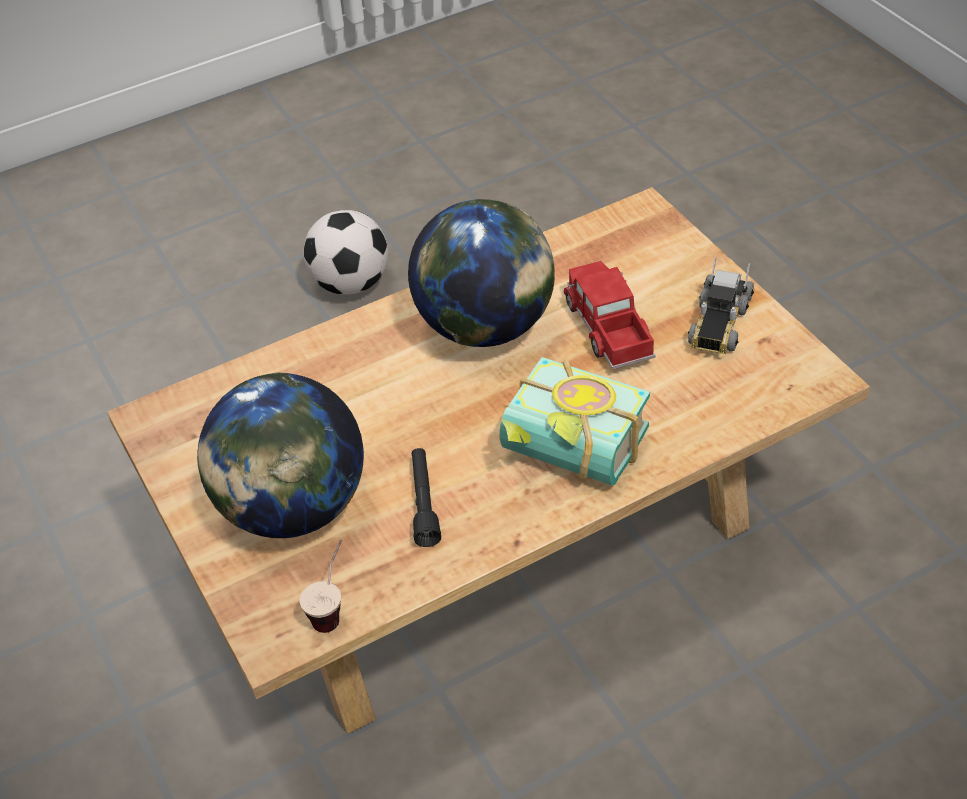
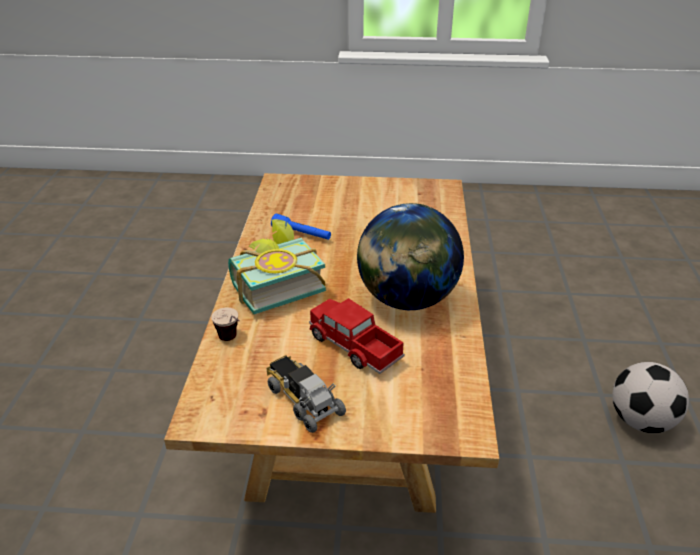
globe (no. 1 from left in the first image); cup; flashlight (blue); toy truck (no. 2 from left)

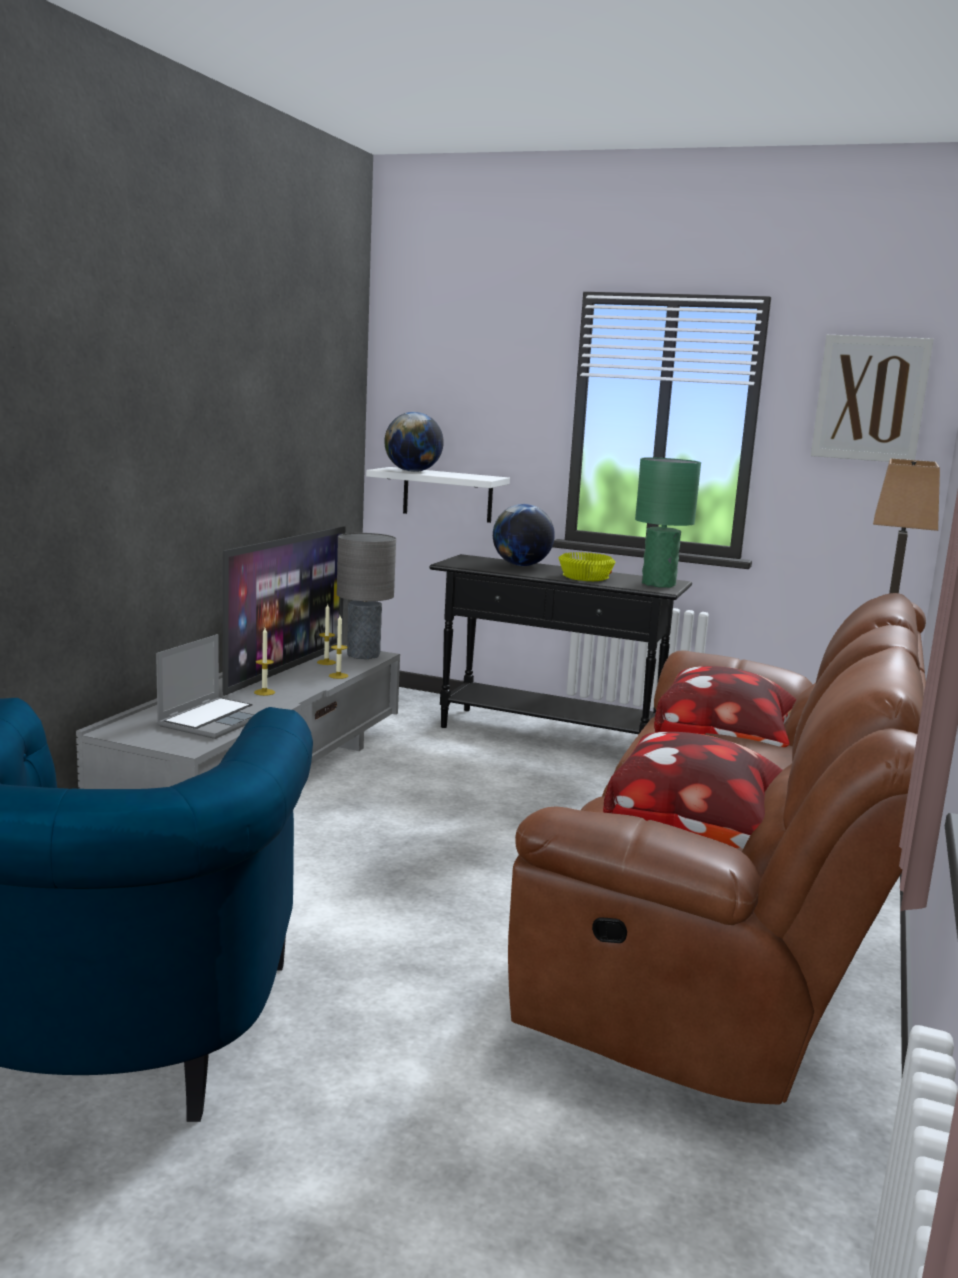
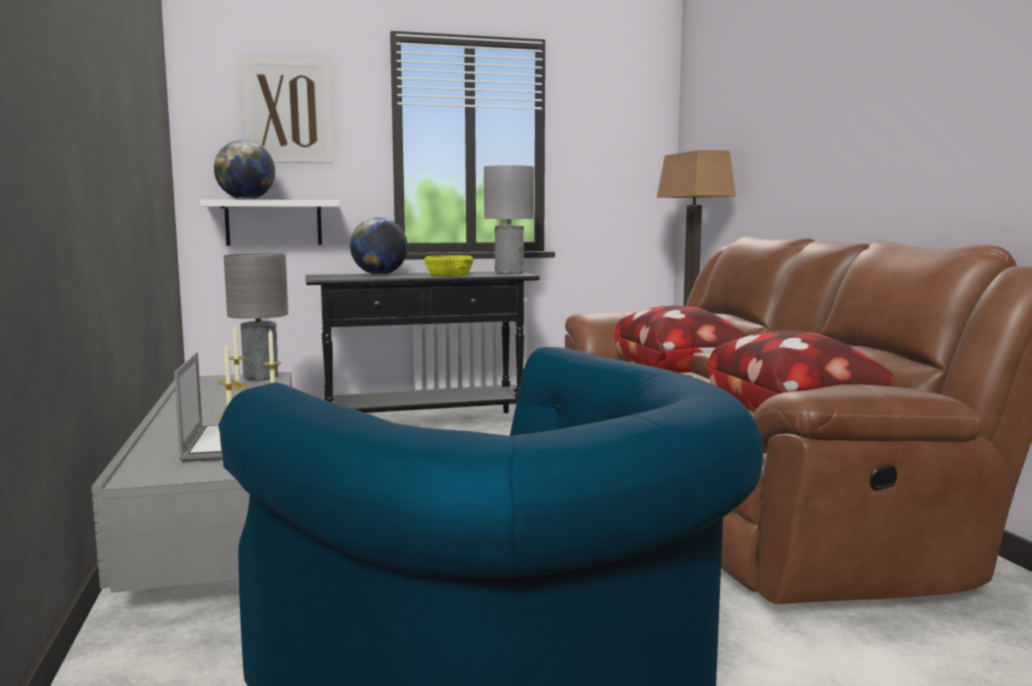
television; table lamp (grey) (no. 2 from left); picture

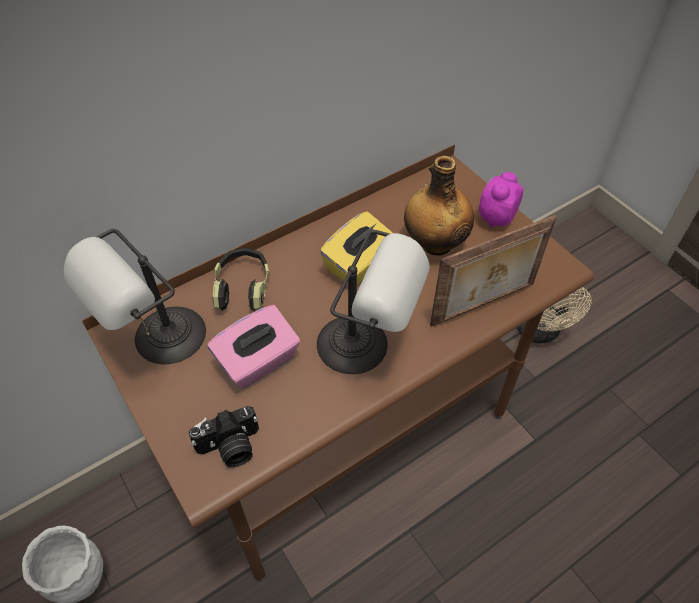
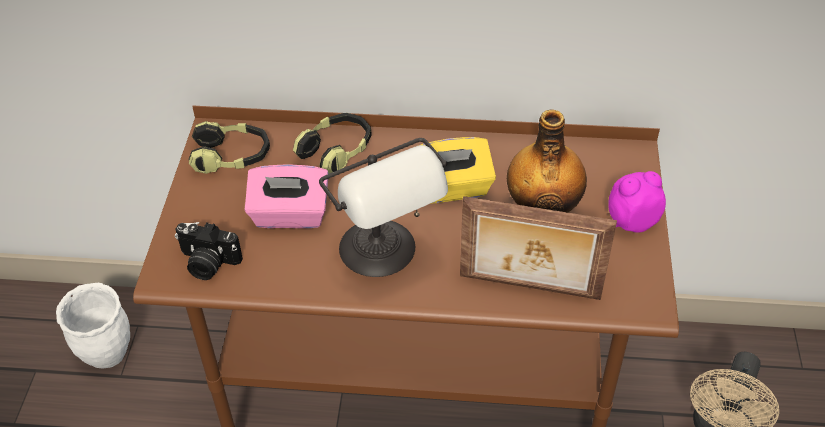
headphones (no. 1 from left)

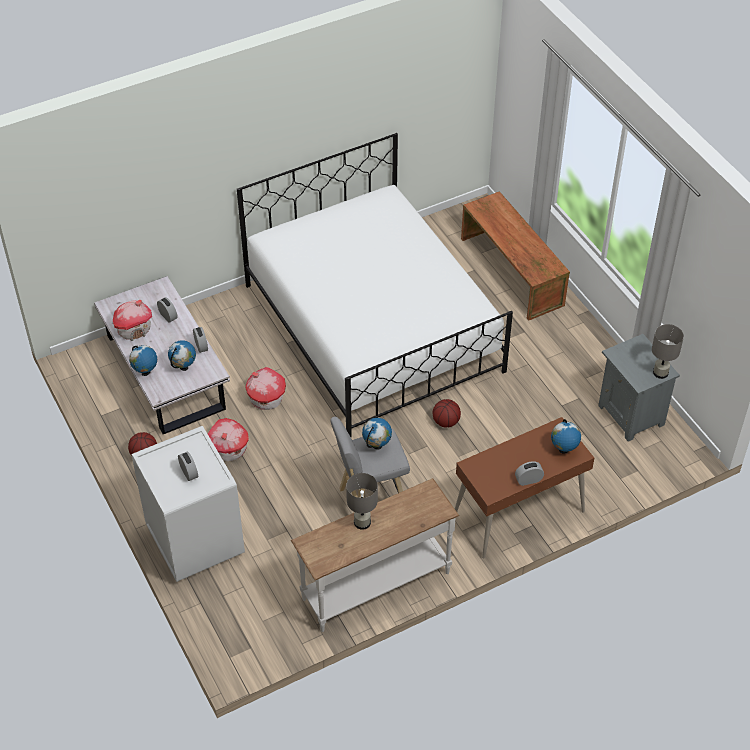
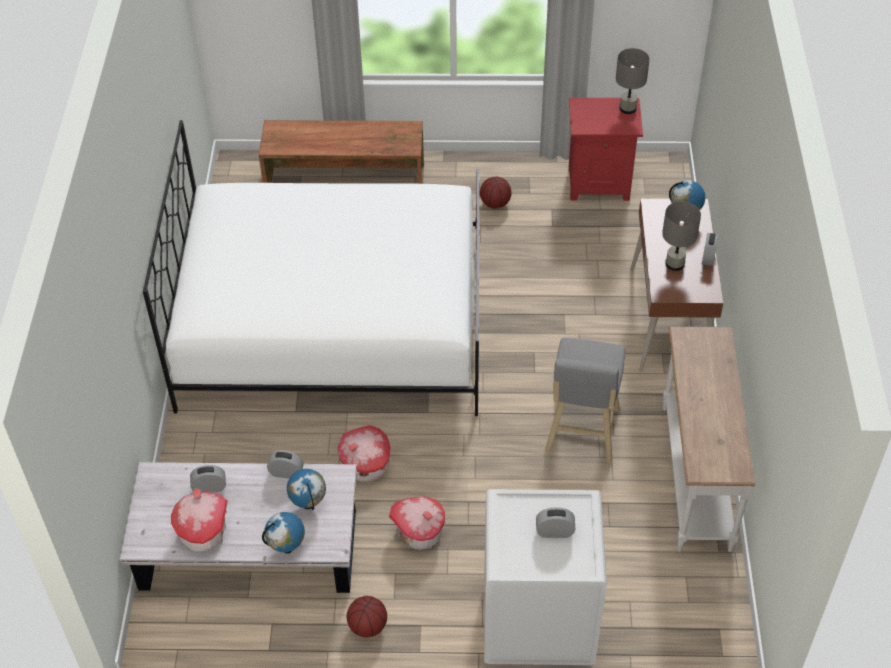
table lamp (grey) (no. 2 from left); globe (no. 3 from left in the first image); basketball (no. 2 from left); nightstand (red)

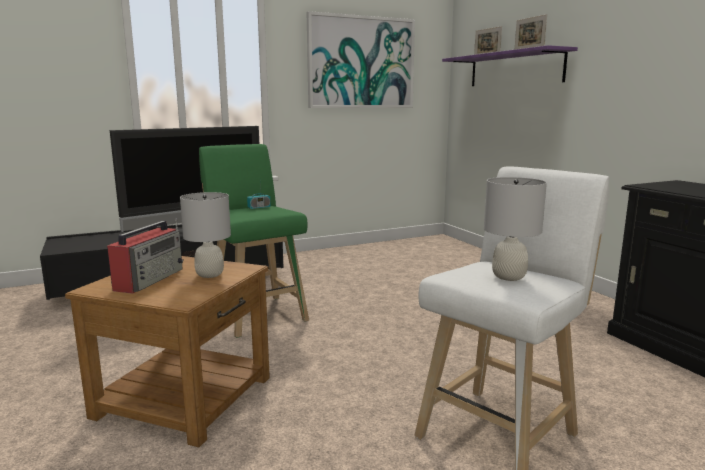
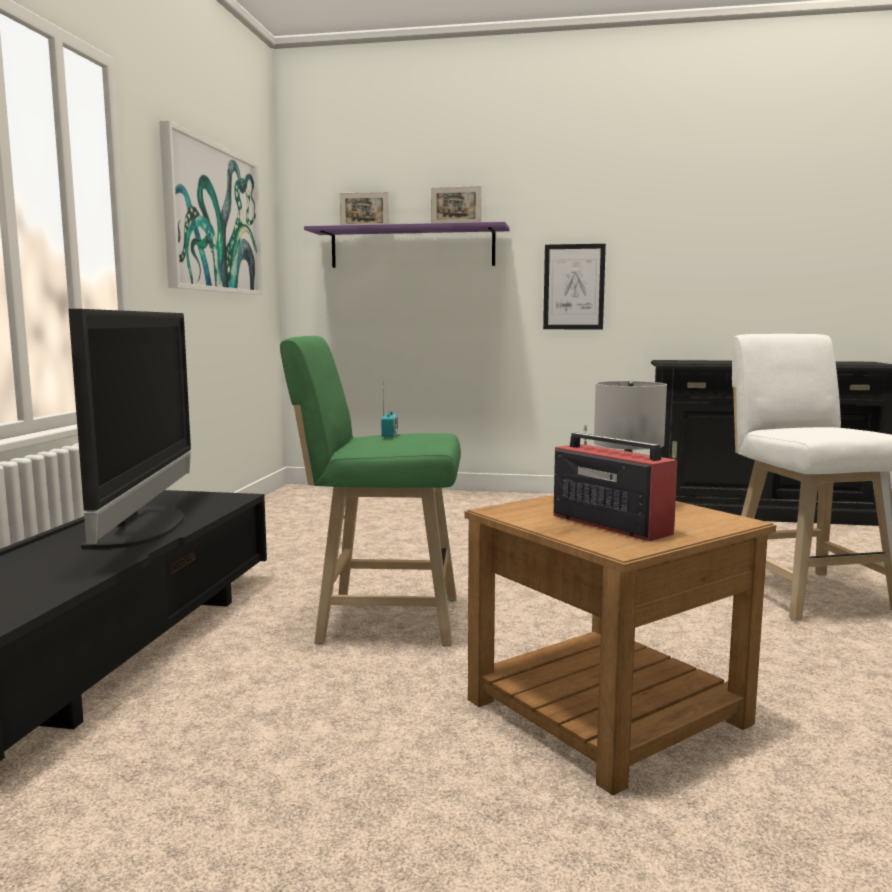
table lamp (grey) (no. 2 from left in the first image); picture (no. 2 from left)

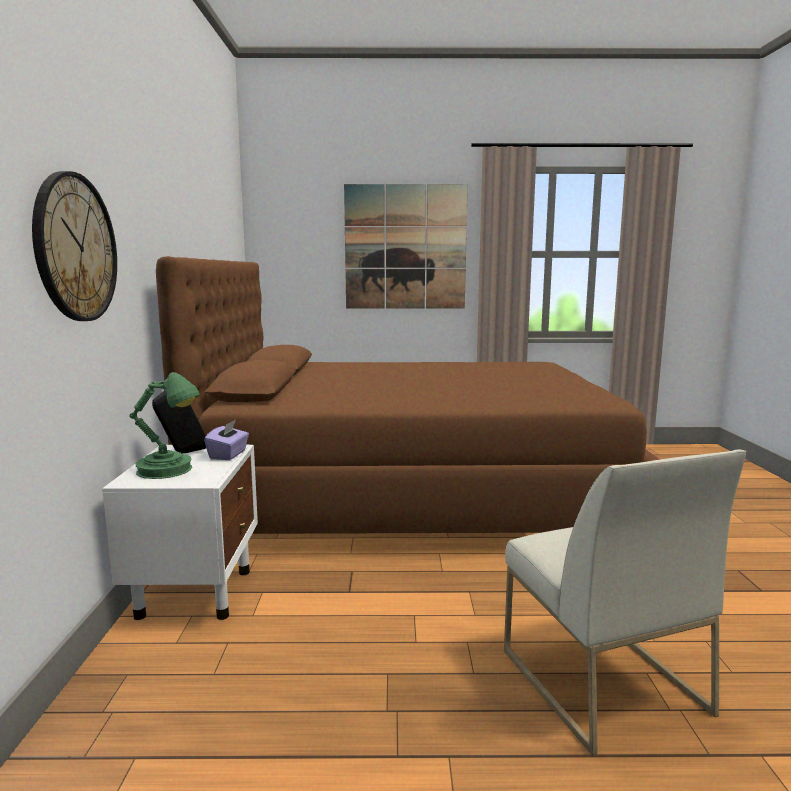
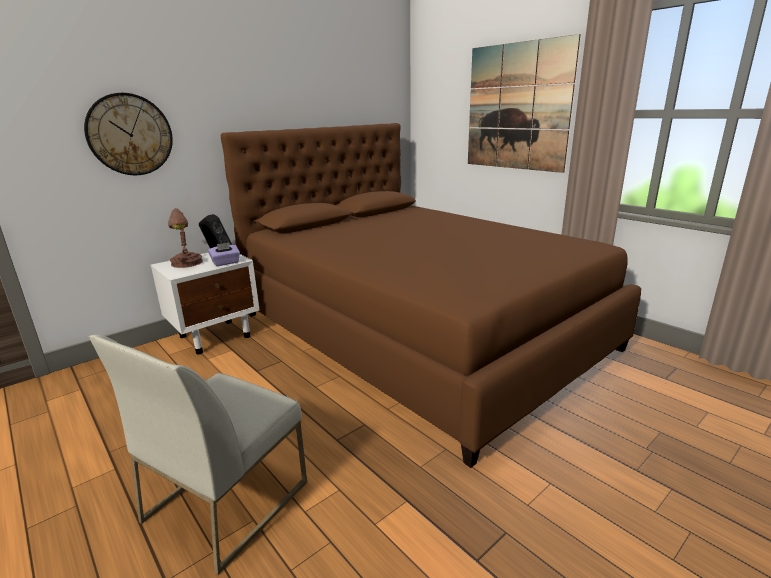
table lamp (brown)

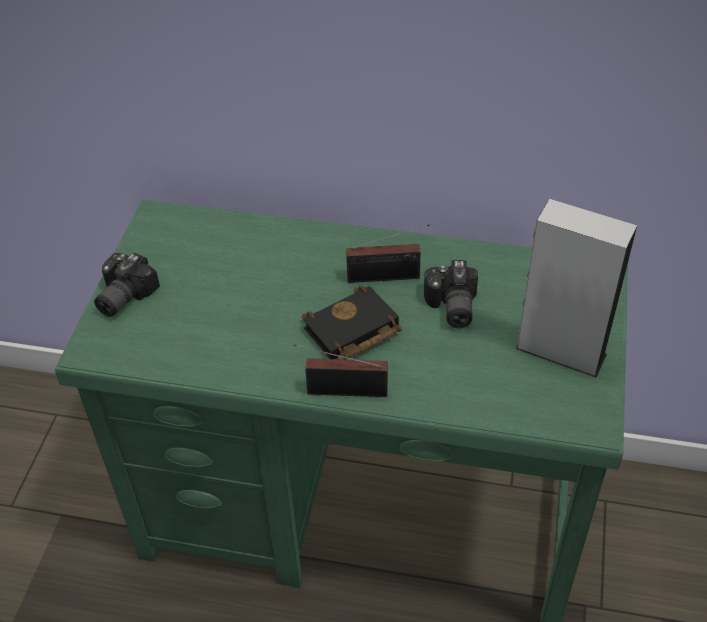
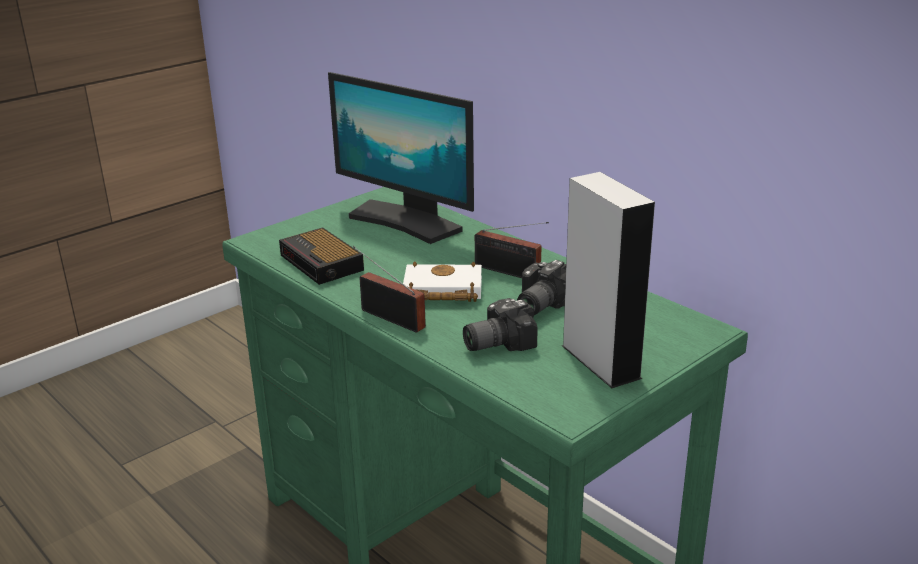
photo camera (no. 1 from left); book (white); alarm clock; monitor

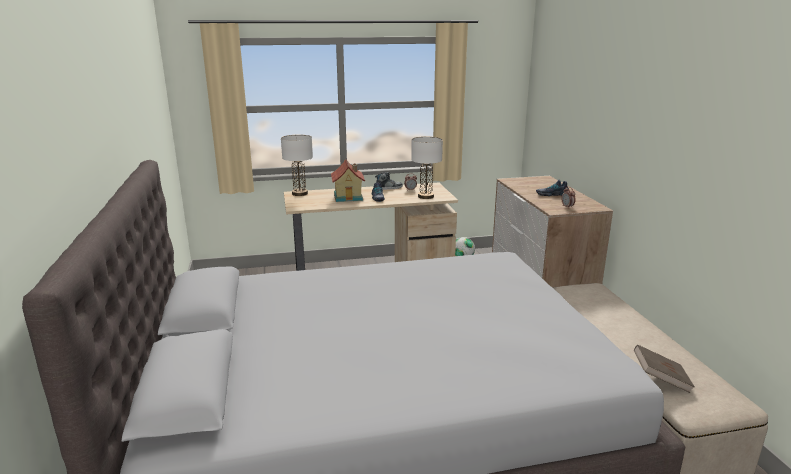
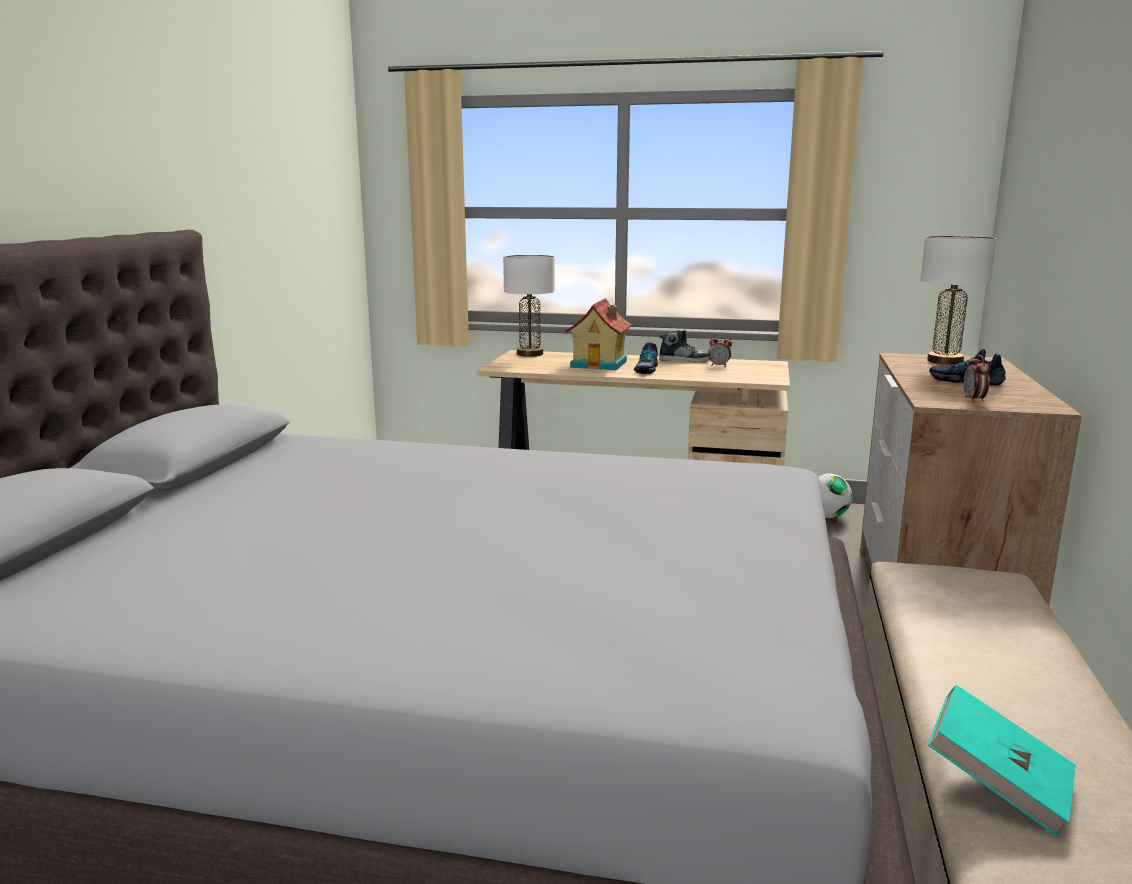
table lamp (no. 2 from left); book (turquoise)

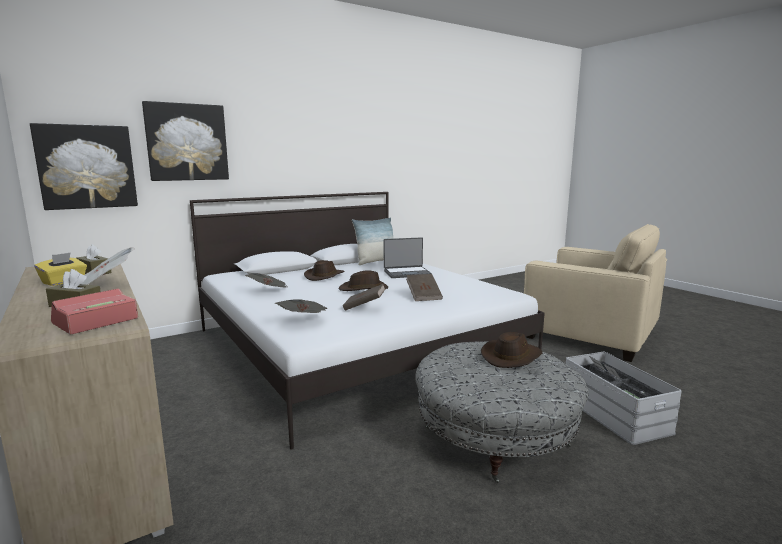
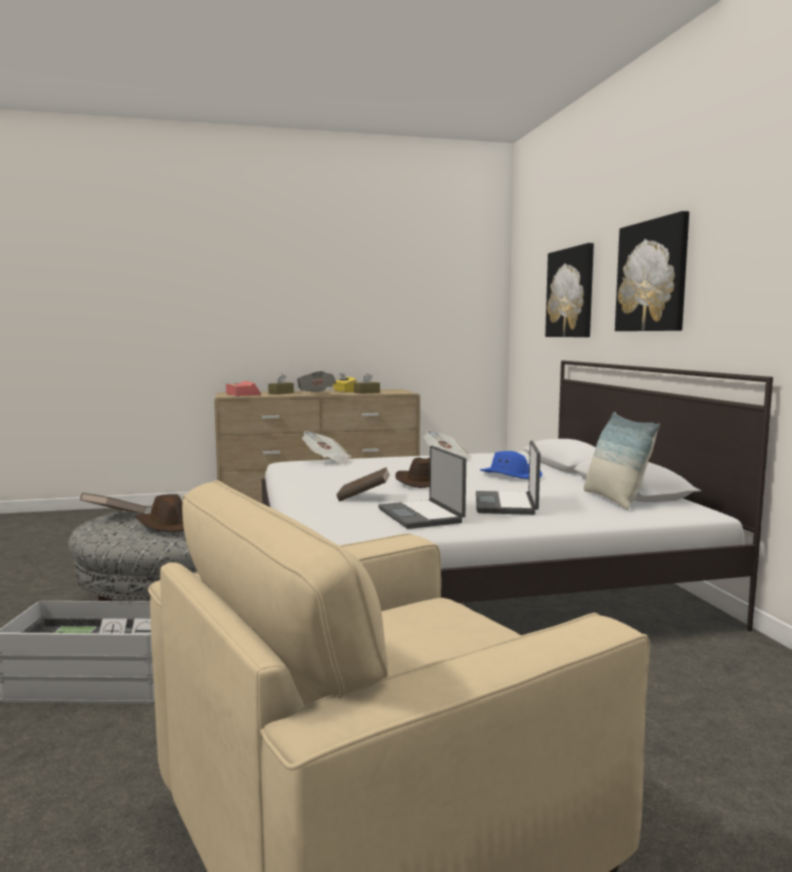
picture (no. 2 from left); hat (blue); book (brown) (no. 1 from left); laptop (no. 1 from left)

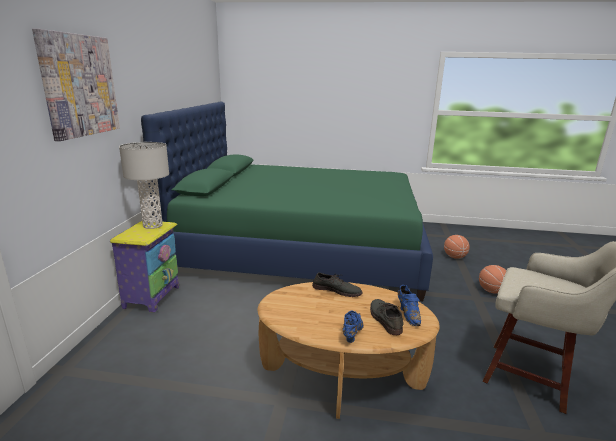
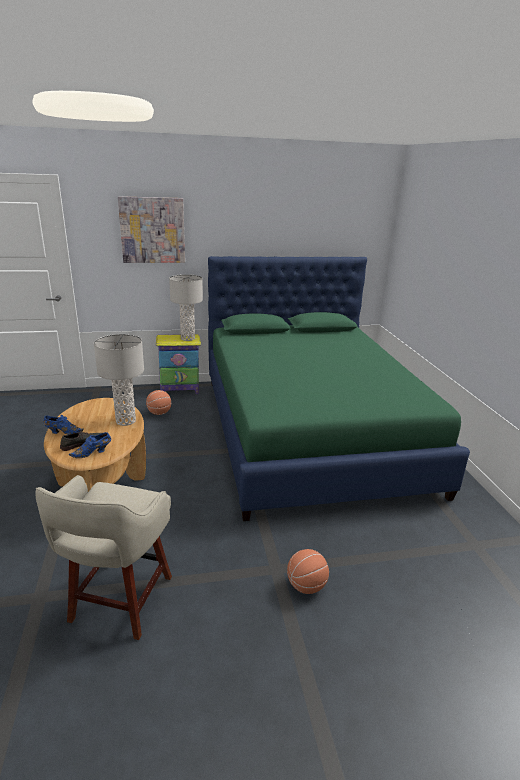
table lamp (white) (no. 1 from left); basketball (no. 1 from left)

